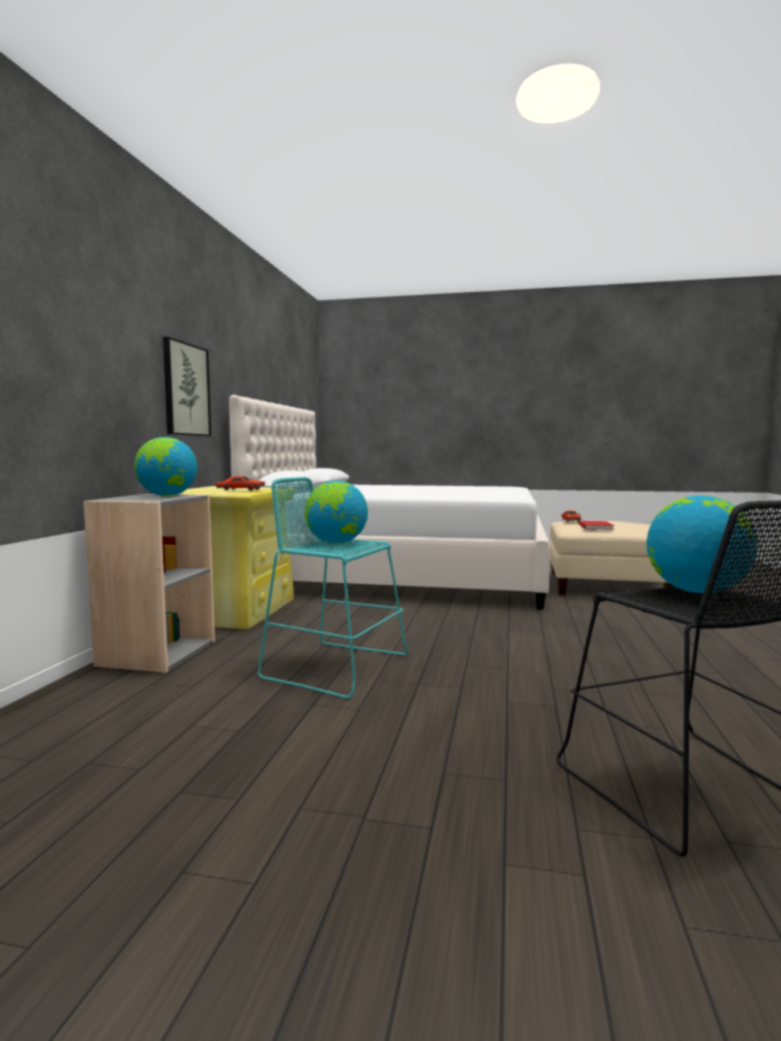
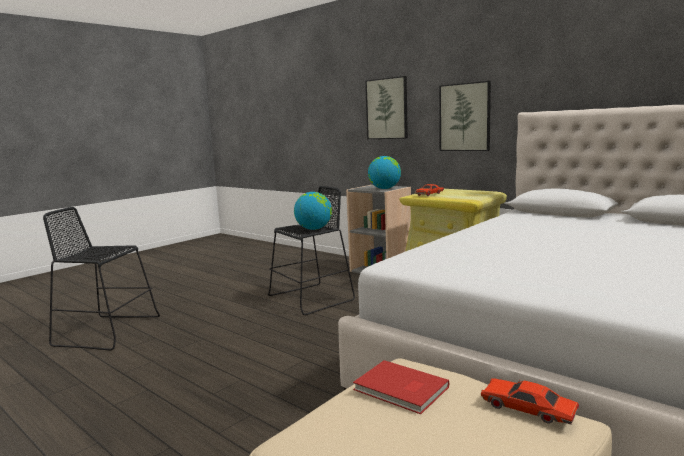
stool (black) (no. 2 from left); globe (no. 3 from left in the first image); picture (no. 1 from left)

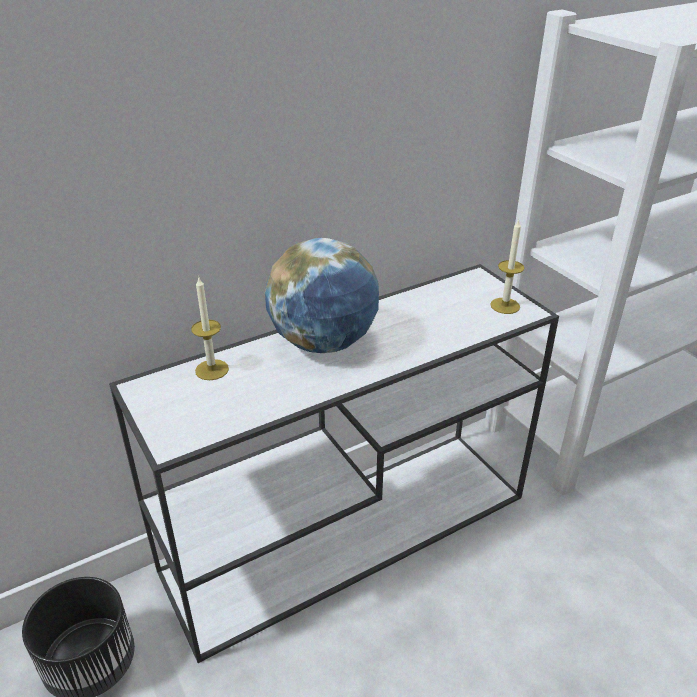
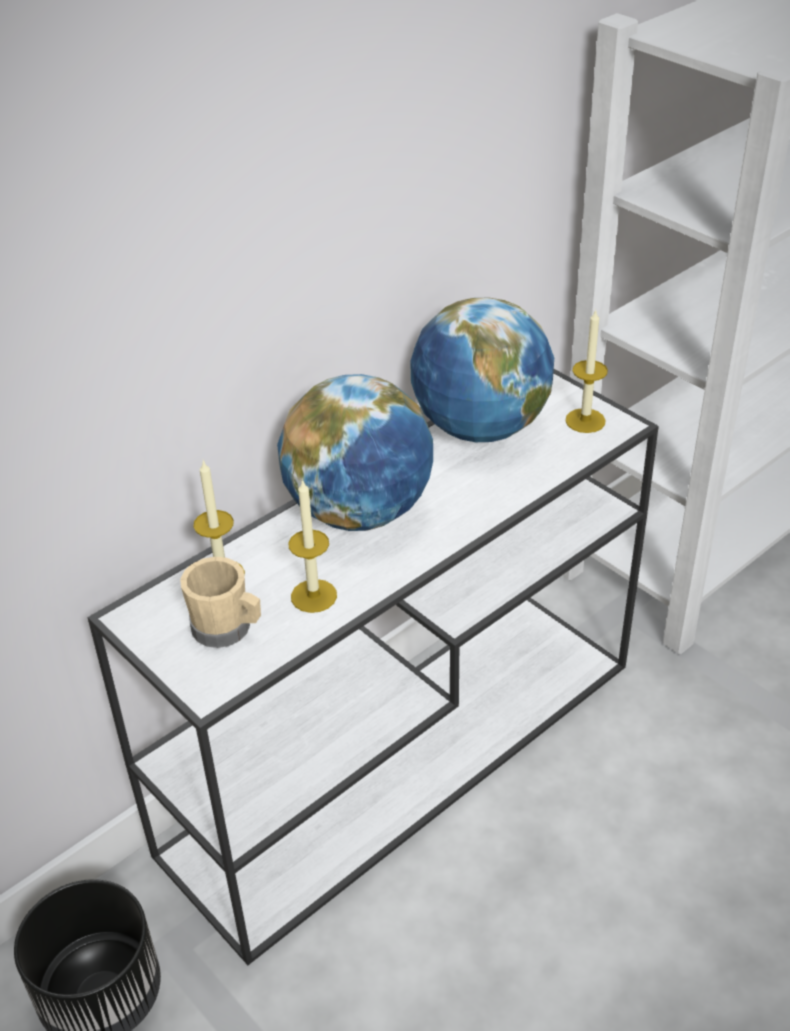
mug (beige); candle (no. 2 from left); globe (no. 2 from left)

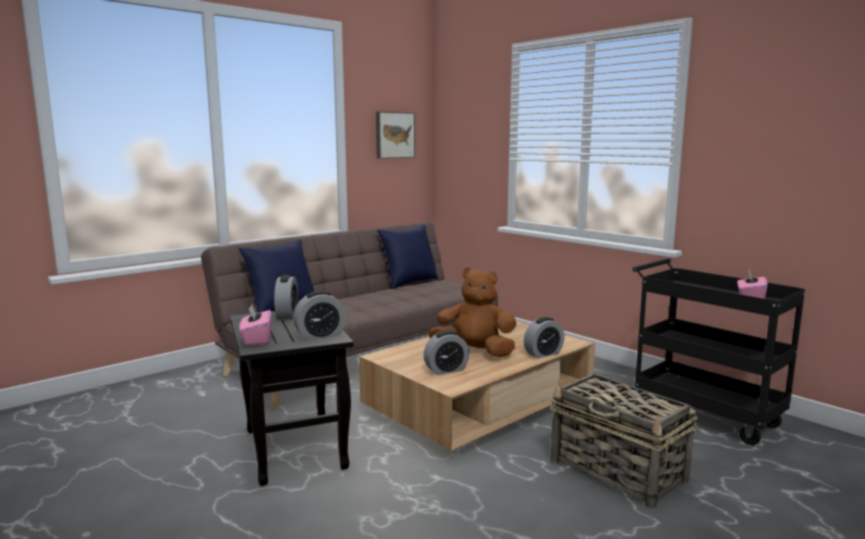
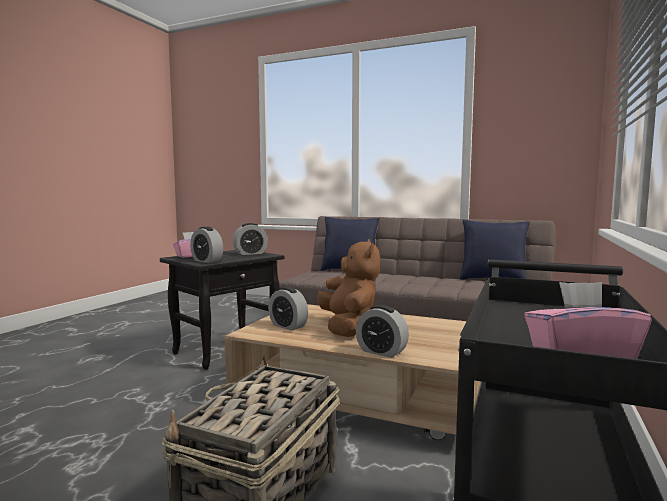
picture

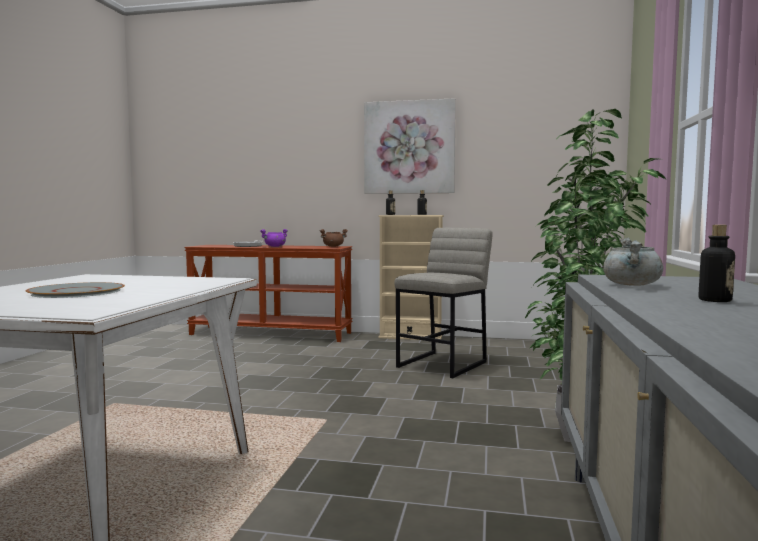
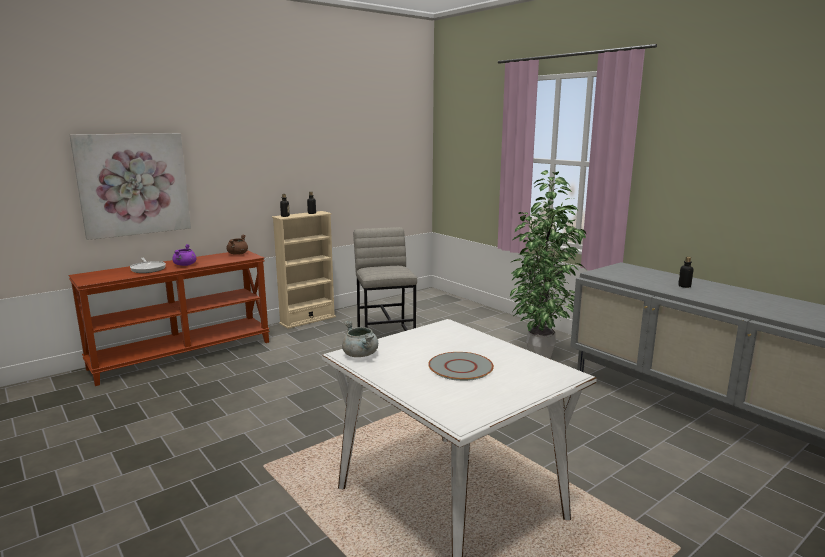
picture; cooking pot (grey)

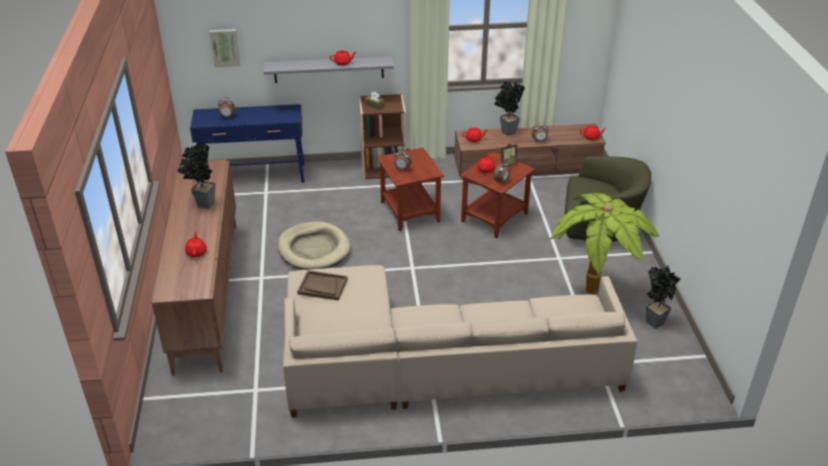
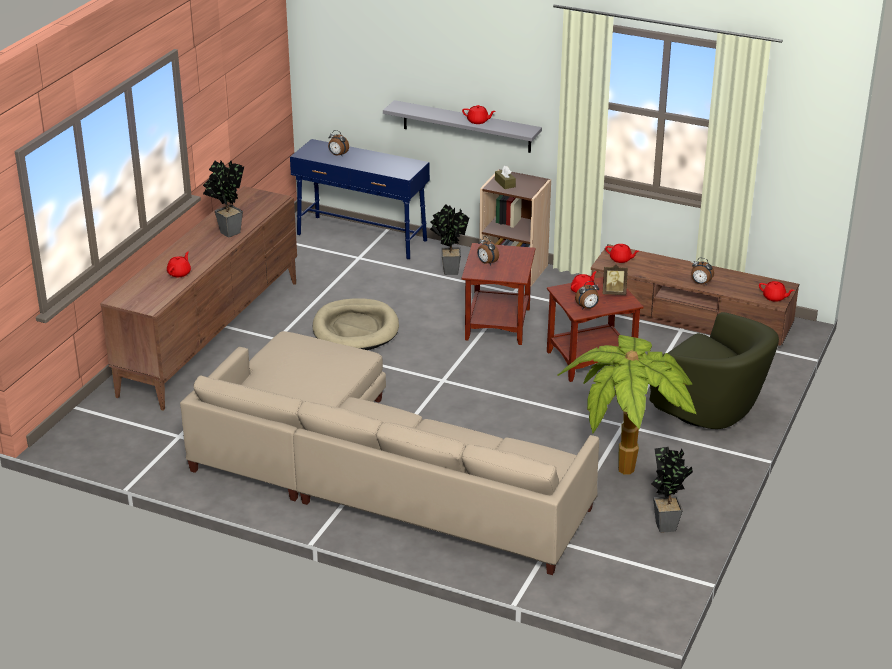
picture; tray (brown); potted plant (no. 2 from left)

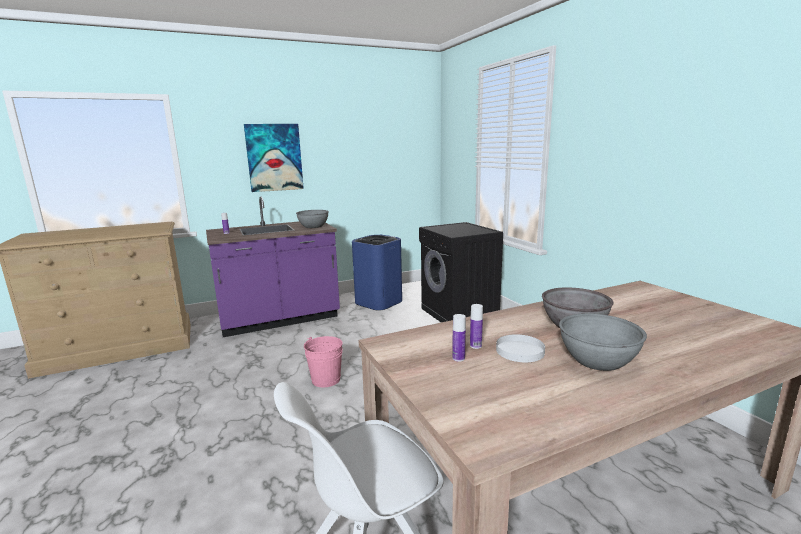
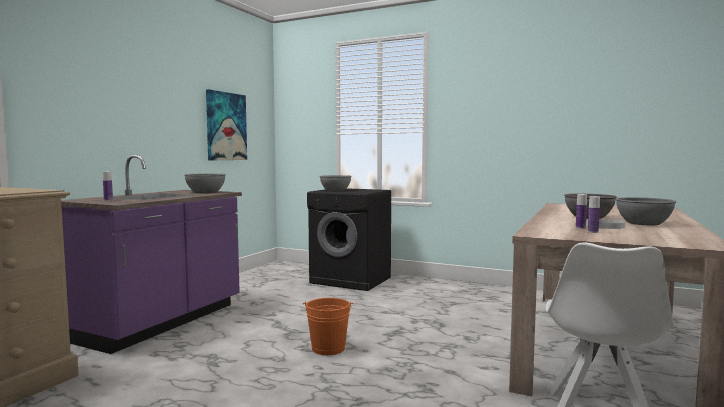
picture; bucket (orange); trash can (blue); bowl (grey) (no. 2 from left)

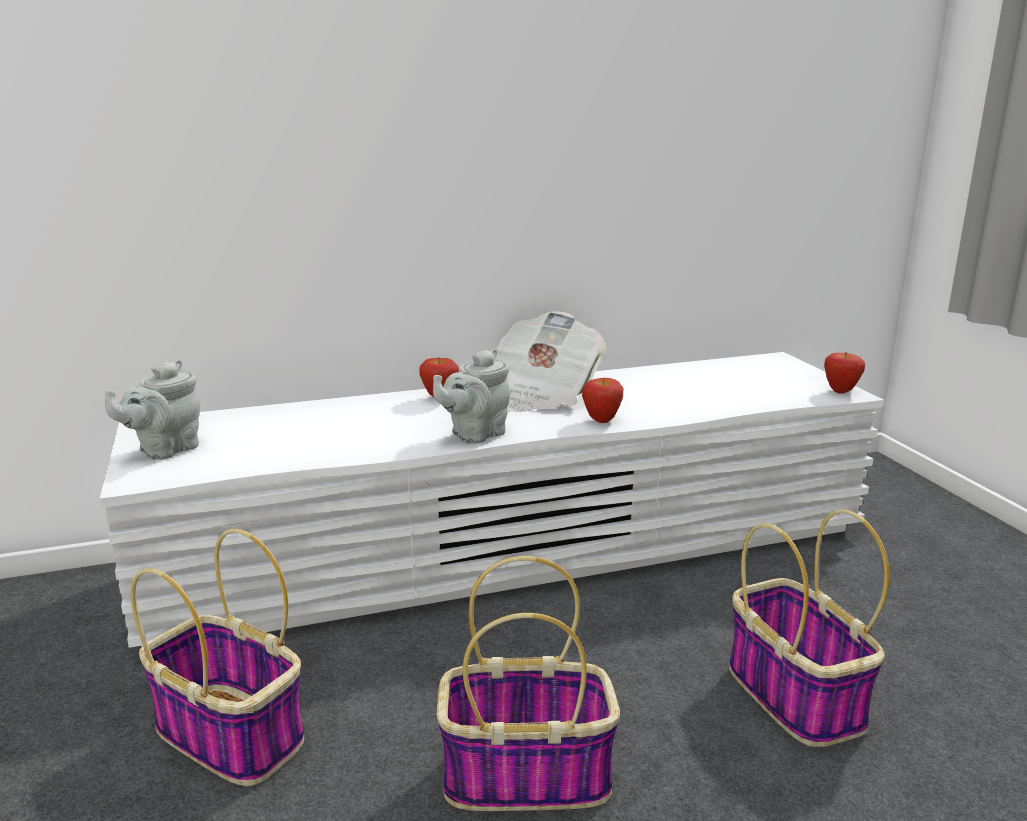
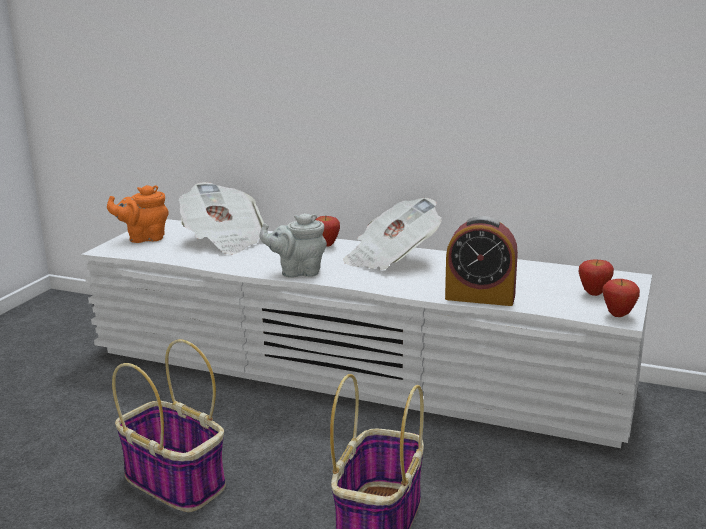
teapot (orange); basket (no. 1 from left in the first image); apple (no. 2 from left); newspaper (no. 1 from left); alarm clock

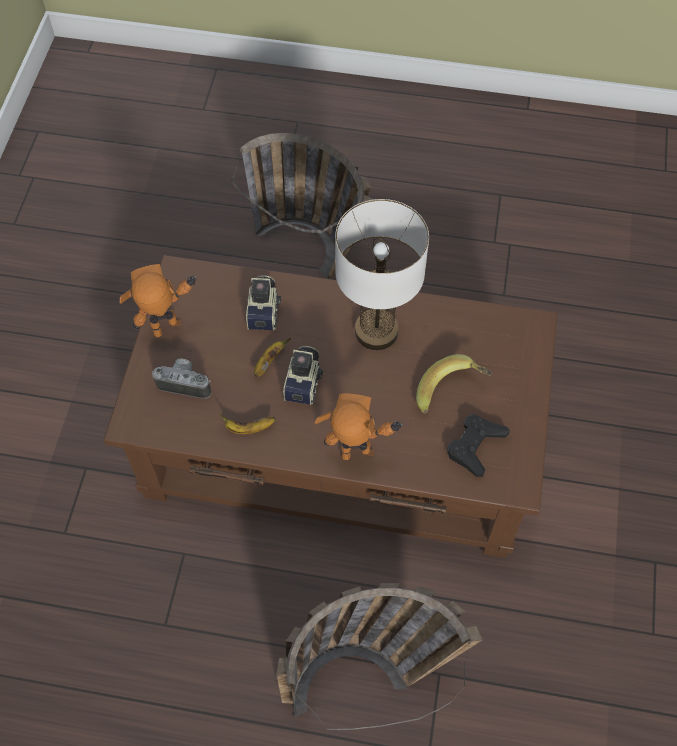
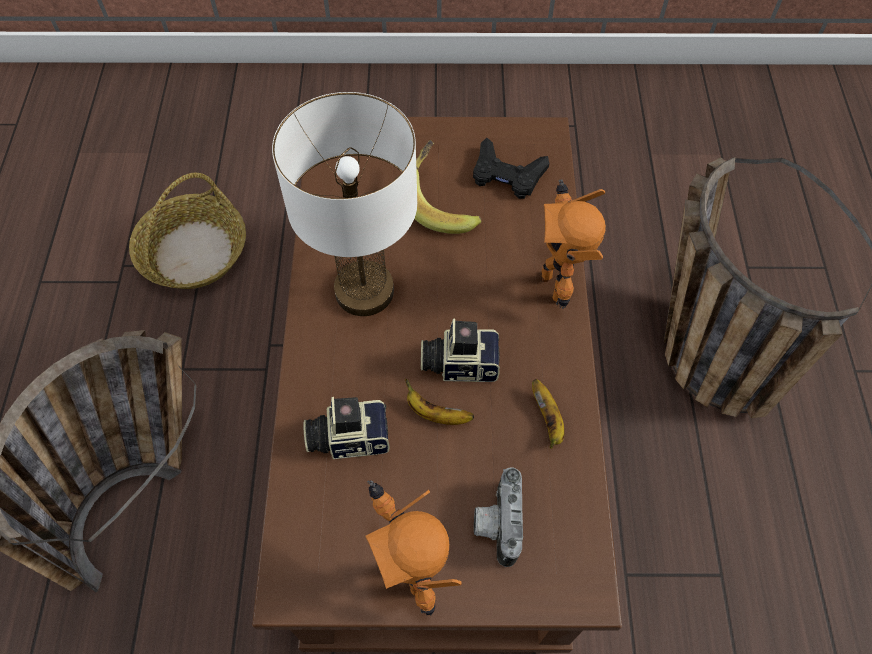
basket (no. 2 from left)

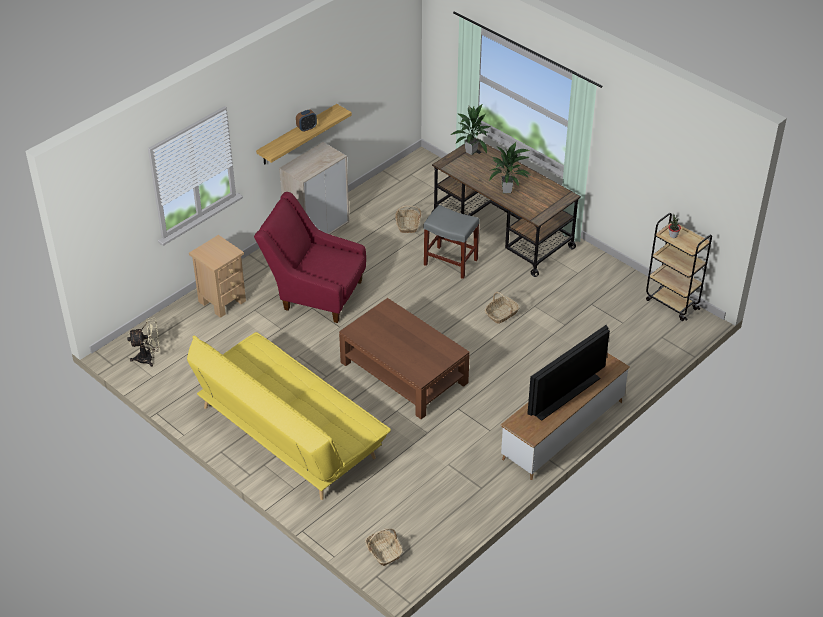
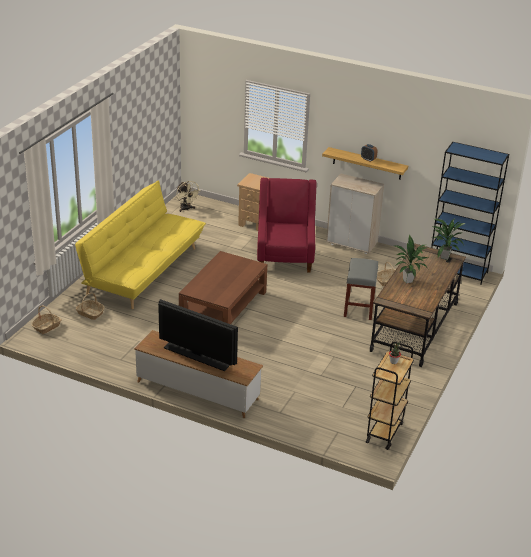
basket (no. 2 from left); bookcase (blue)

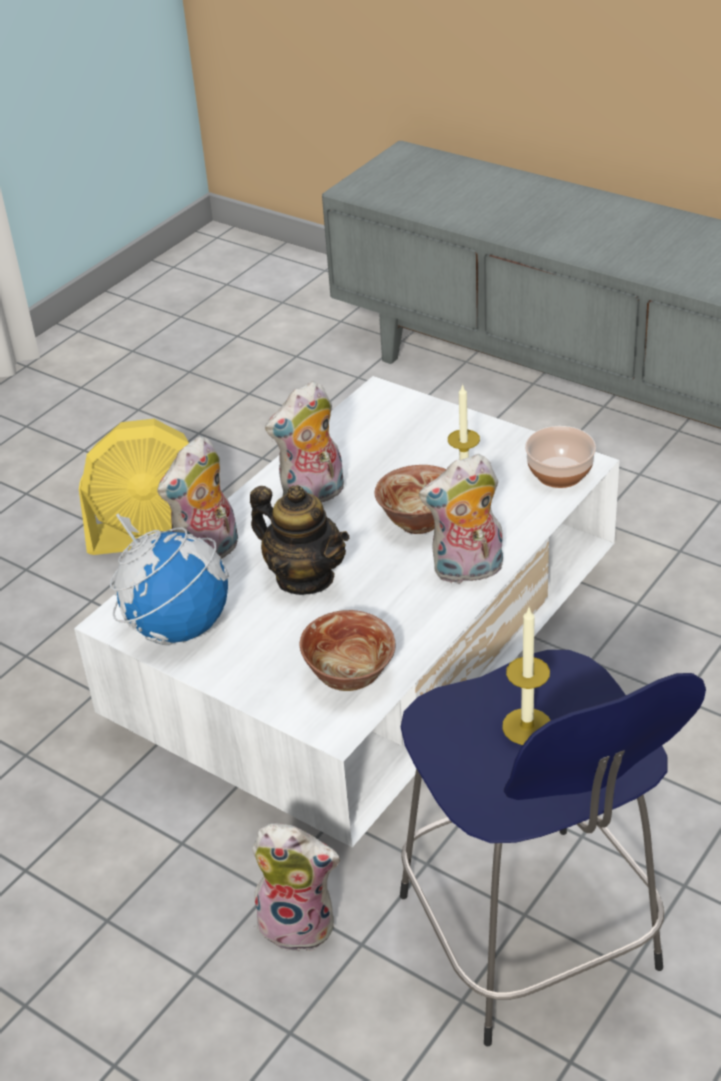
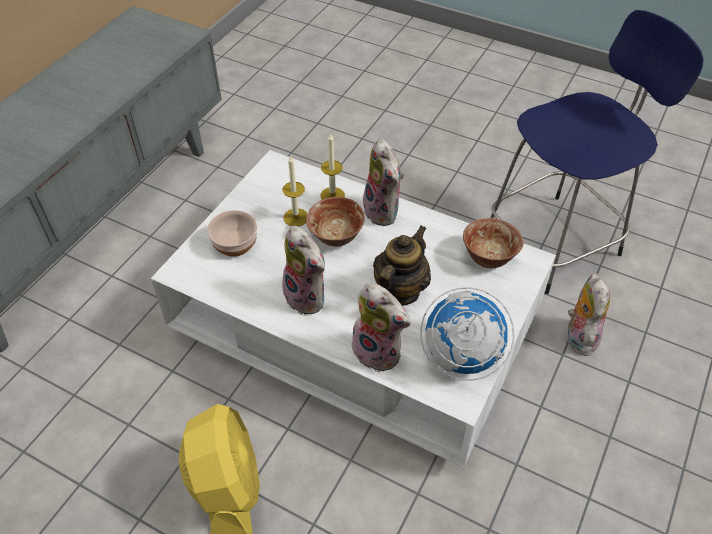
candle (no. 2 from left); bowl (no. 1 from left)

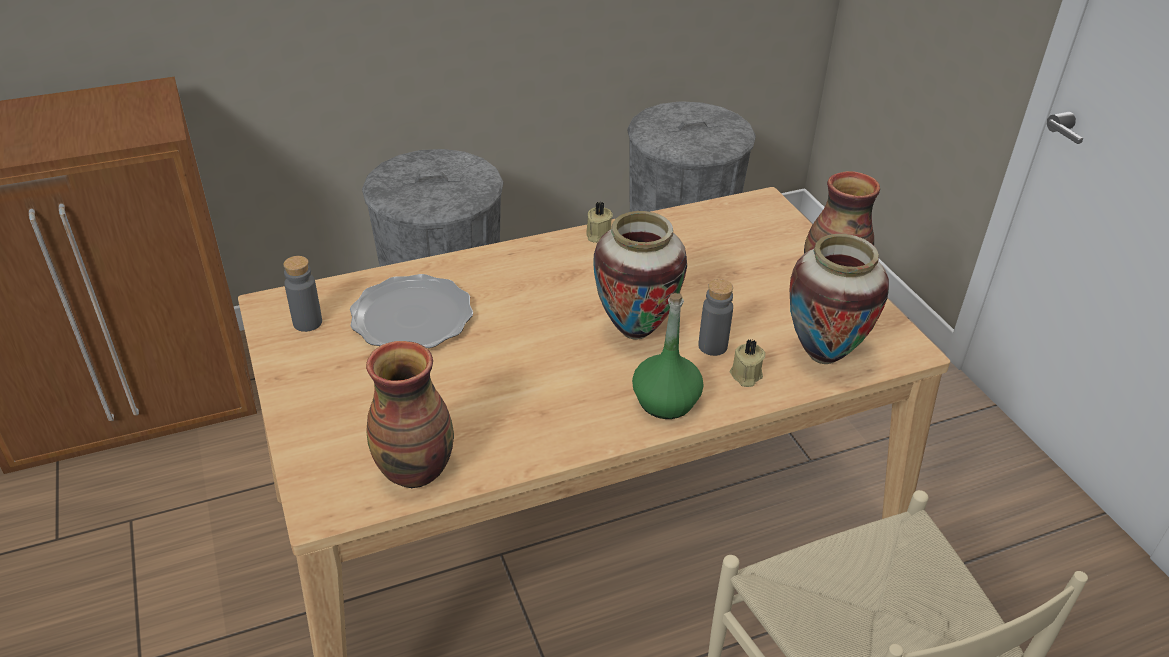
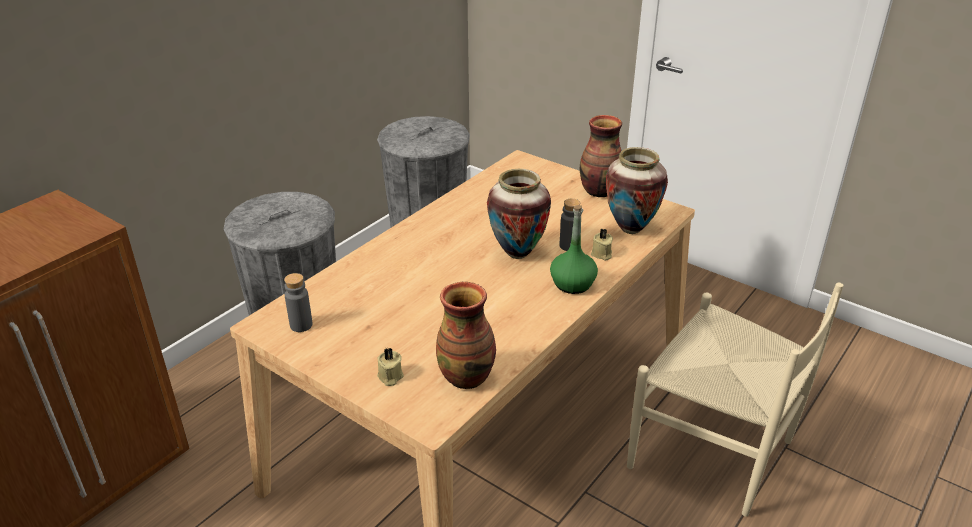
plate; candle (beige) (no. 1 from left)

